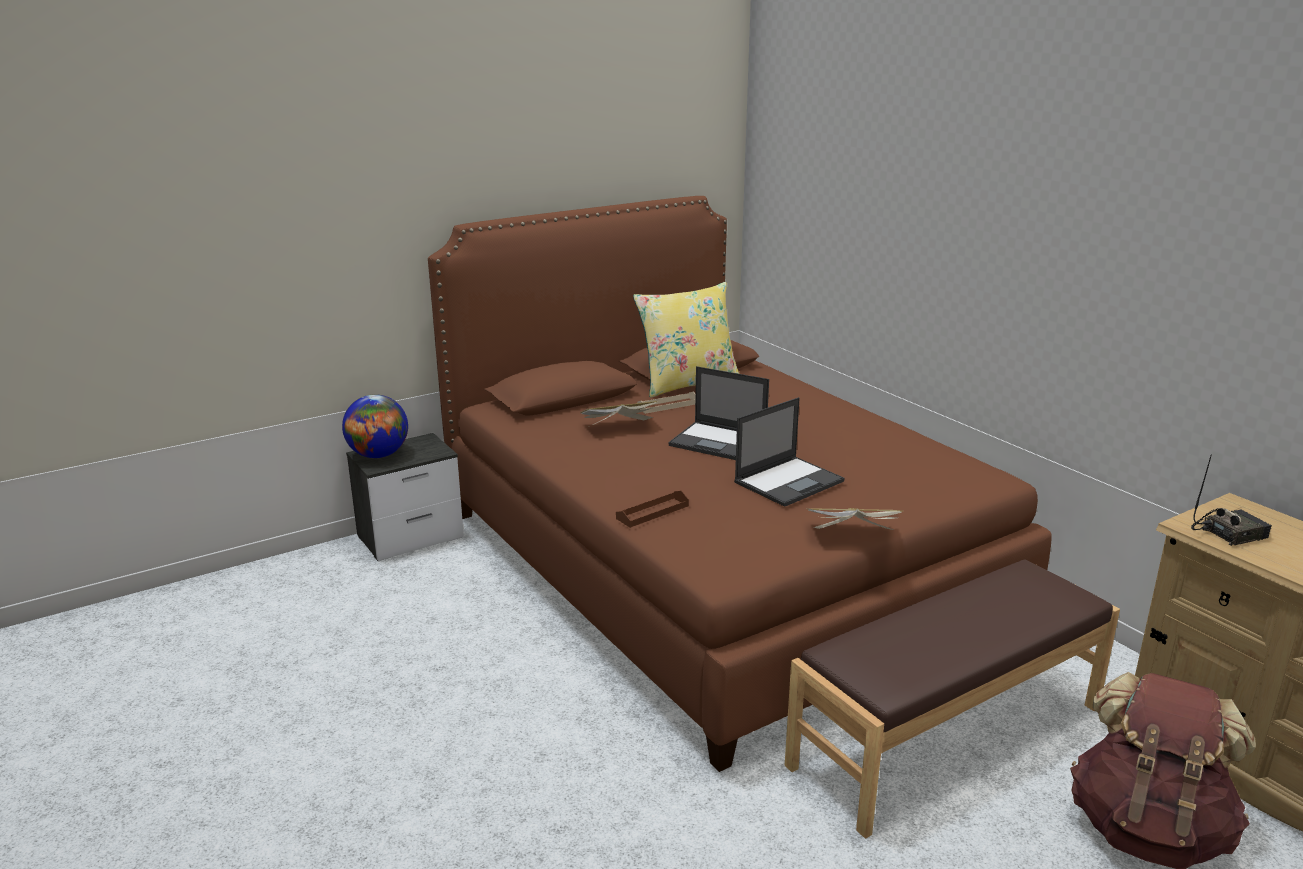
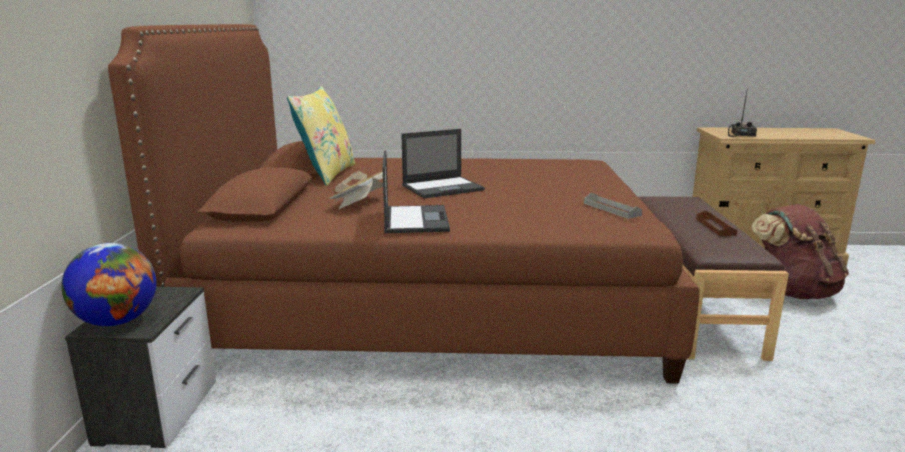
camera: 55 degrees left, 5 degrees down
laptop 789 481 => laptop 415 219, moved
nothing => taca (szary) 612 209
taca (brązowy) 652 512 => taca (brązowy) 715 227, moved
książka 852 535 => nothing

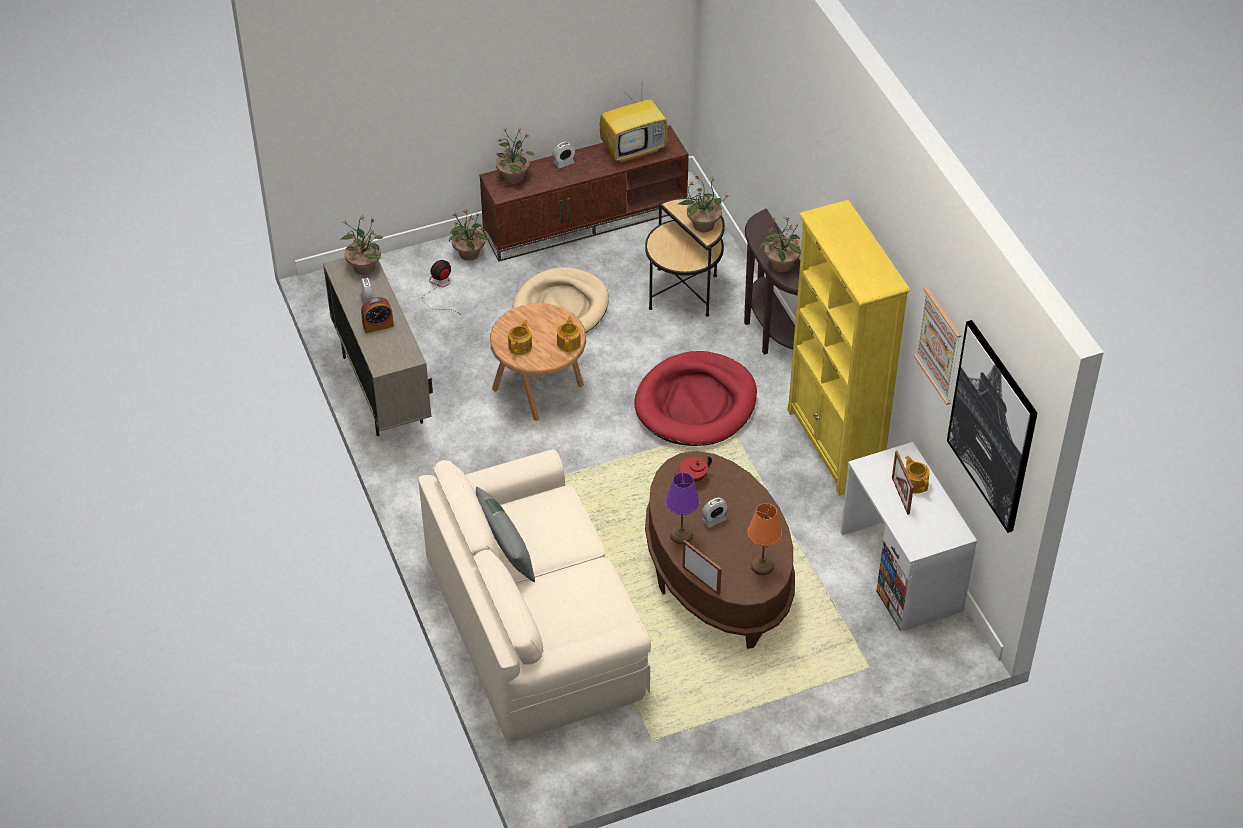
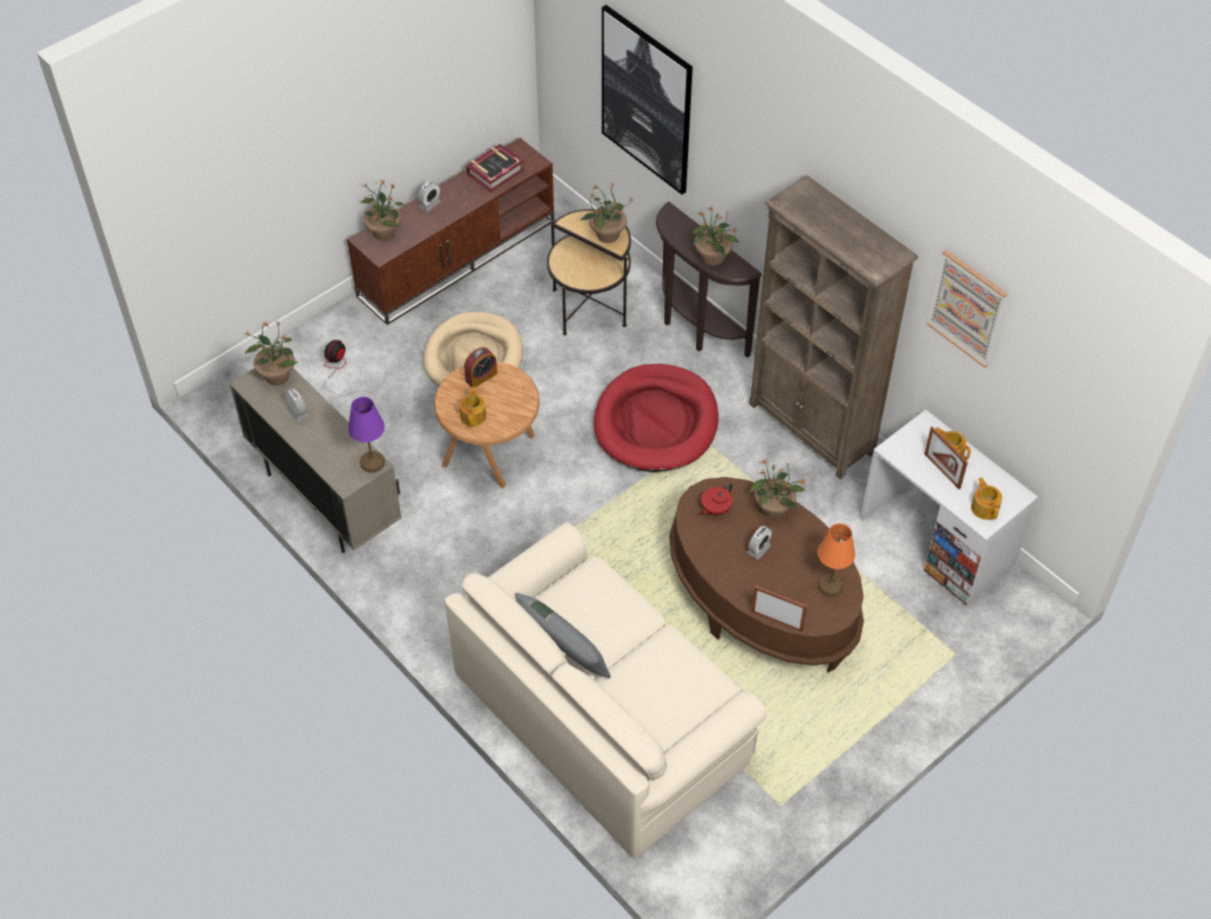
camera: 20 degrees left, 5 degrees up
lampa stołowa (fioletowy) 681 535 => lampa stołowa (fioletowy) 372 463, moved
budzik 378 325 => budzik 481 377, moved
telewizor 634 149 => książka 495 172
obraz 992 426 => obraz 647 100, moved
regał (żółty) 834 446 => regał (brązowy) 812 429
roślina doniczkowa 469 254 => roślina doniczkowa 774 509, moved
imbryk 569 343 => imbryk 984 507, moved

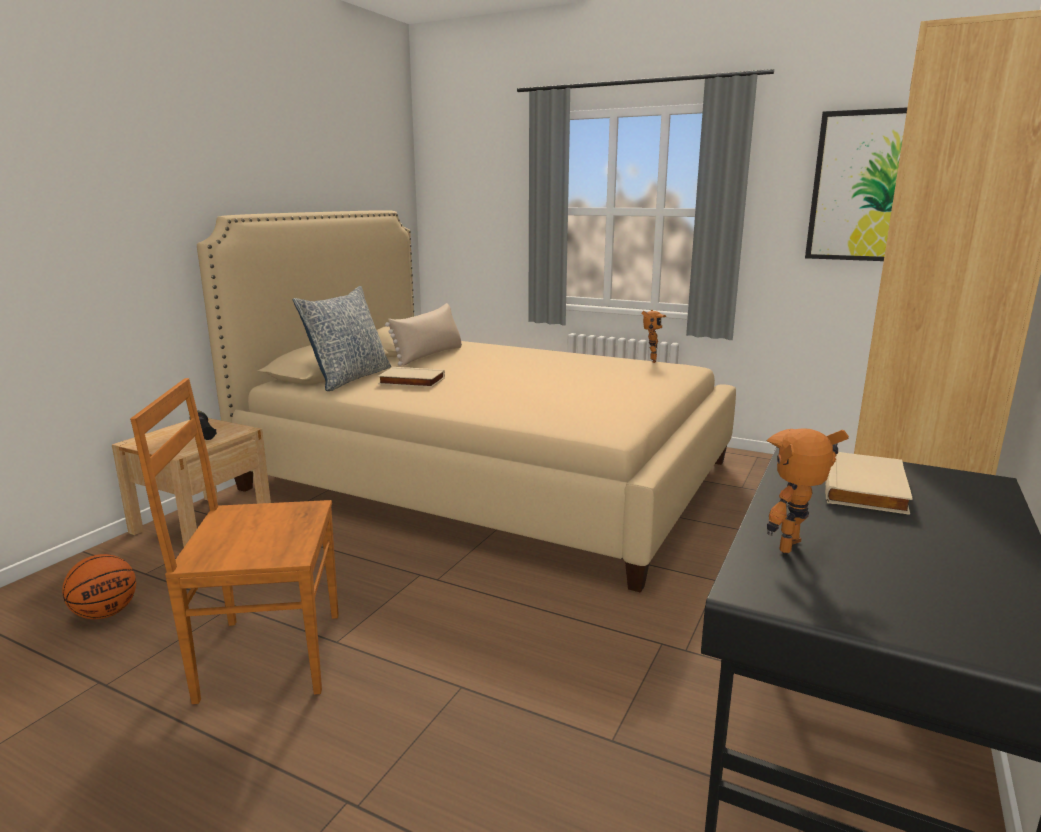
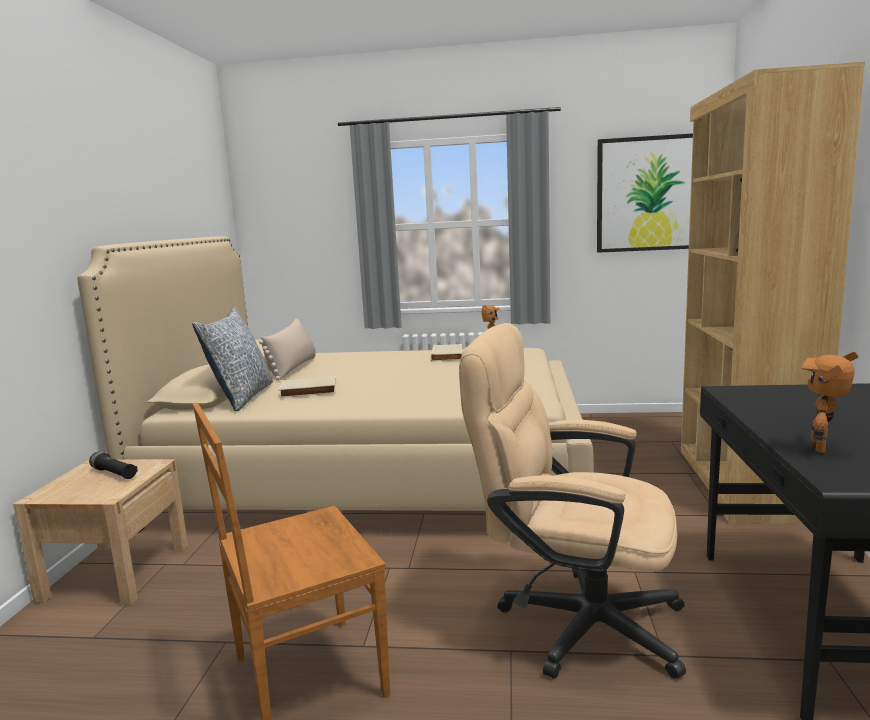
camera: 20 degrees left, 5 degrees down
książka (beżowy) 867 488 => książka (beżowy) 448 356, moved
nothing => krzesło biurowe (beżowy) 573 621
piłka do koszykówki 105 613 => nothing

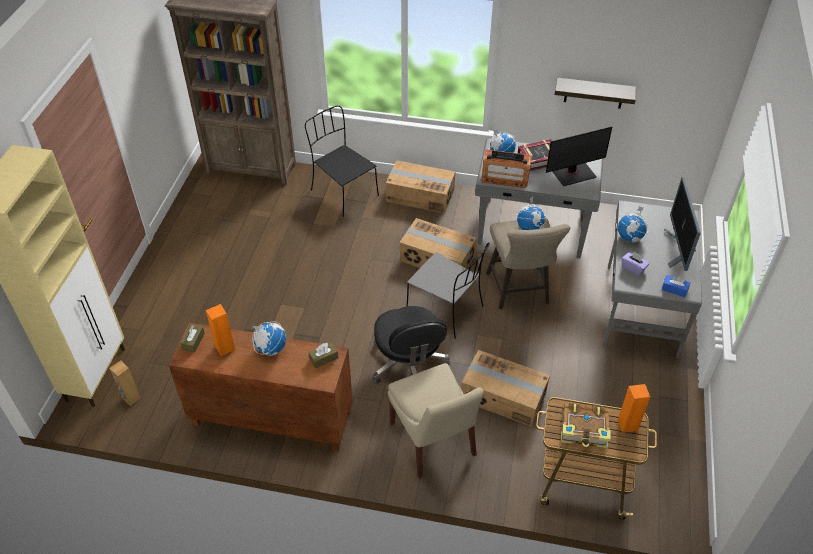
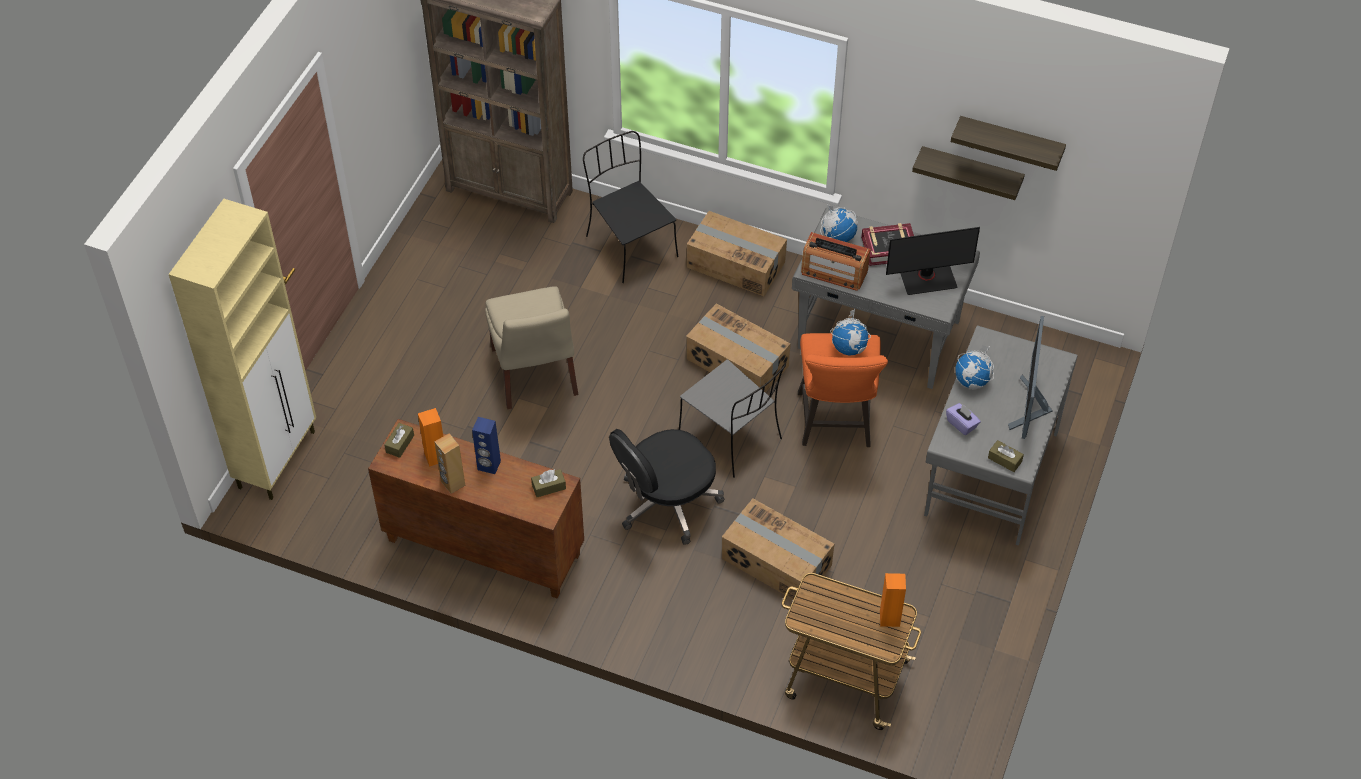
camera: 10 degrees right, 5 degrees up
głośnik (brązowy) 131 398 => głośnik (brązowy) 452 483, moved
globus 271 348 => głośnik (niebieski) 489 465
krzesło (beżowy) 434 441 => krzesło (beżowy) 535 375, moved
krzesło biurowe (czarny) 408 365 => krzesło biurowe (czarny) 666 503, 60 degrees clockwise
stołek (beżowy) 519 291 => stołek (pomarańczowy) 835 425
nothing => półka 1010 143
pudełko chusteczek (niebieski) 674 289 => pudełko chusteczek (brązowy) 1004 460
książka 584 430 => nothing

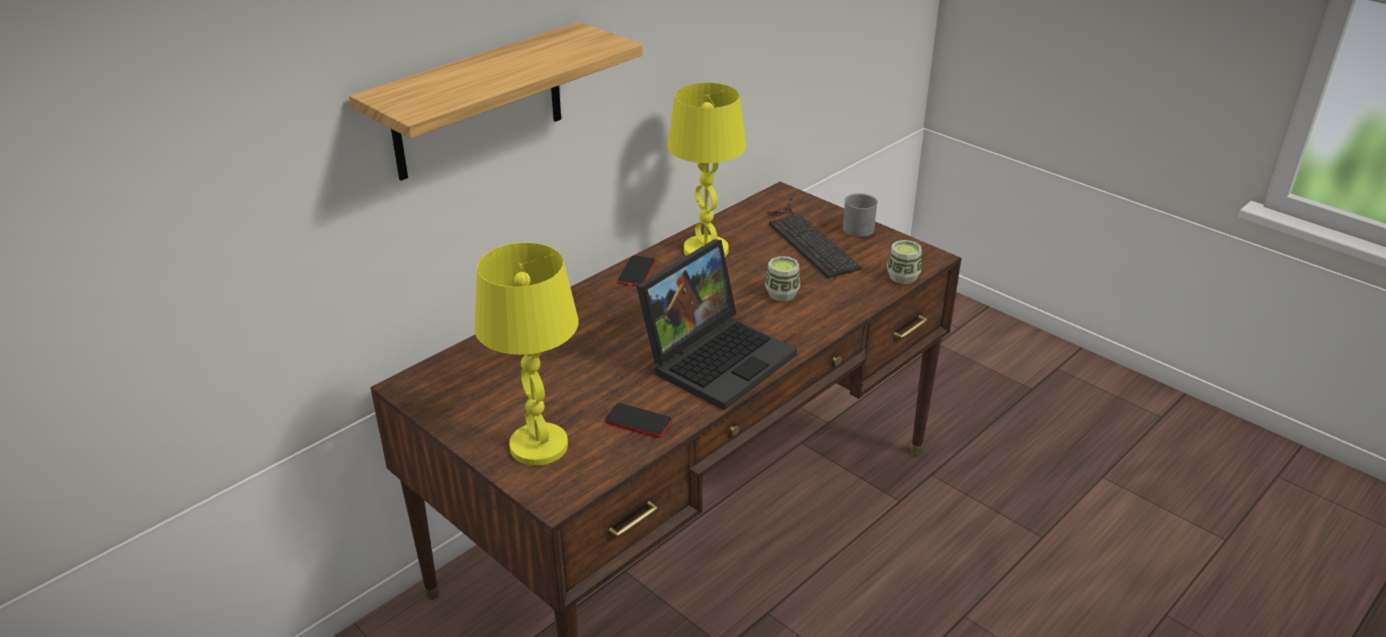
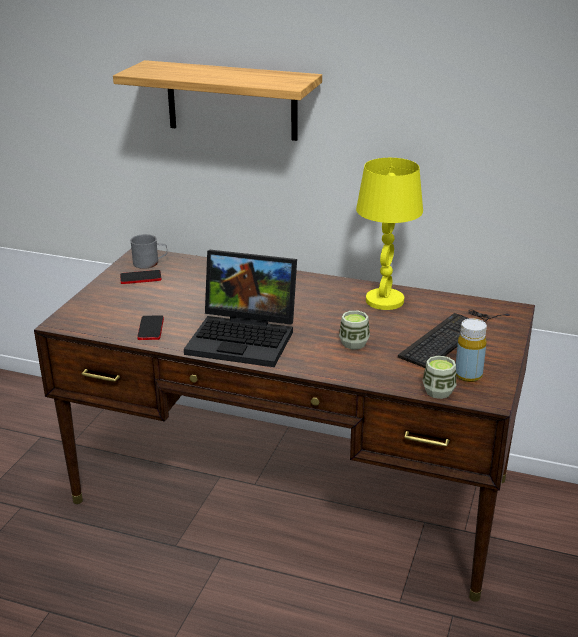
camera: 65 degrees right, 5 degrees down
telefon 637 272 => telefon 140 278, moved
kubek (szary) 859 226 => kubek (szary) 150 263, moved
nothing => butelka (żółty) 468 375
lampa stołowa (żółty) 539 446 => nothing

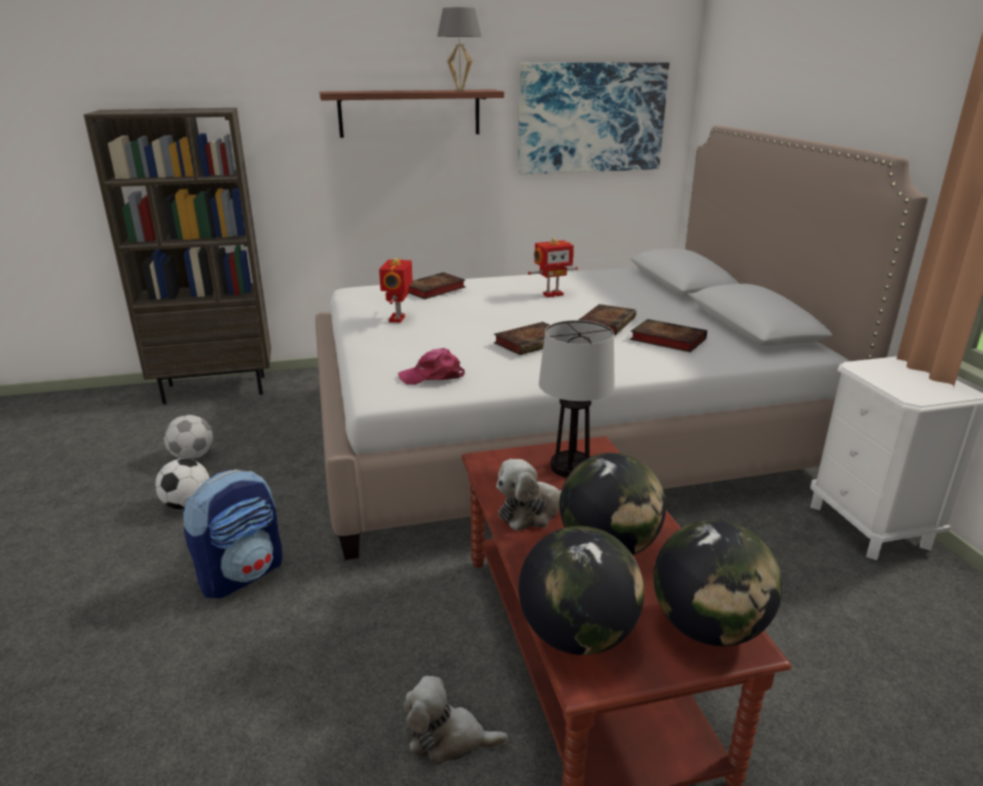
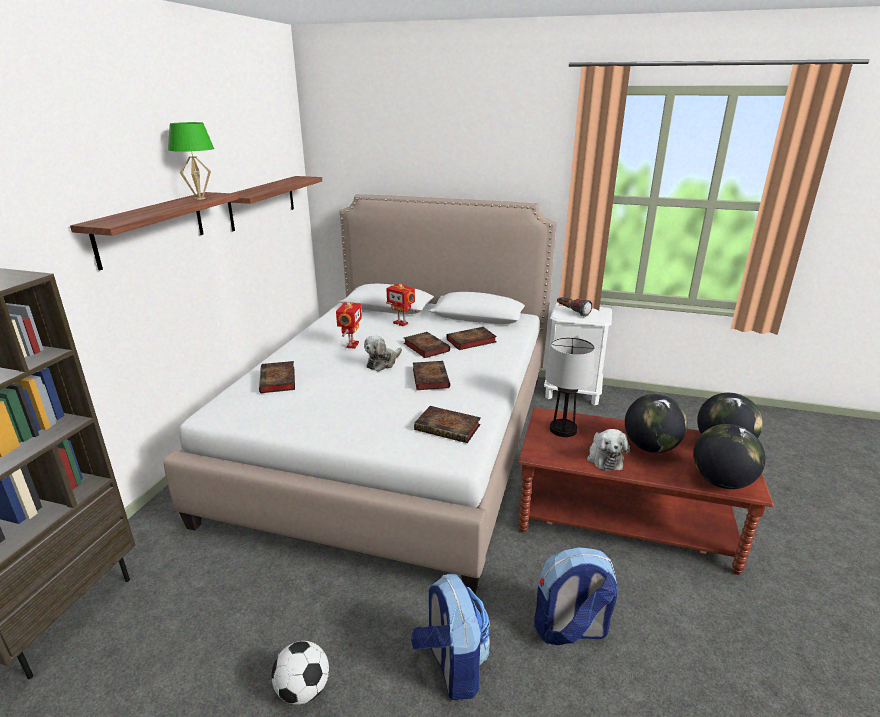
camera: 60 degrees left, 0 degrees up
lampa stołowa (szary) 460 90 => lampa stołowa (zielony) 200 198
obraz 591 118 => półka 262 202
pluszak 449 739 => pluszak 382 363, moved
robot zabawkowy 398 319 => robot zabawkowy 401 323, moved
czapka z daszkiem (różowy) 432 376 => książka 449 428
nothing => plecak 570 630
nothing => latarka 572 312
piłka futbolowa 192 456 => nothing

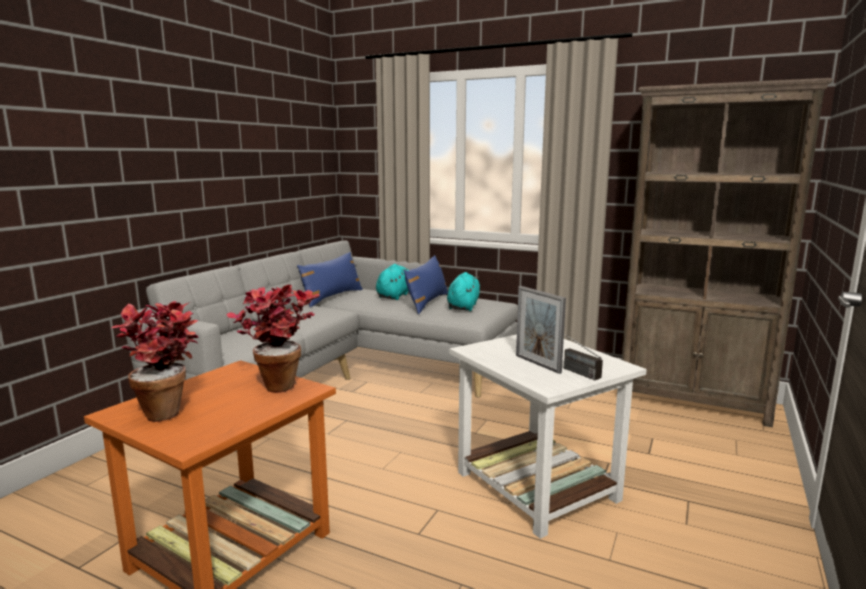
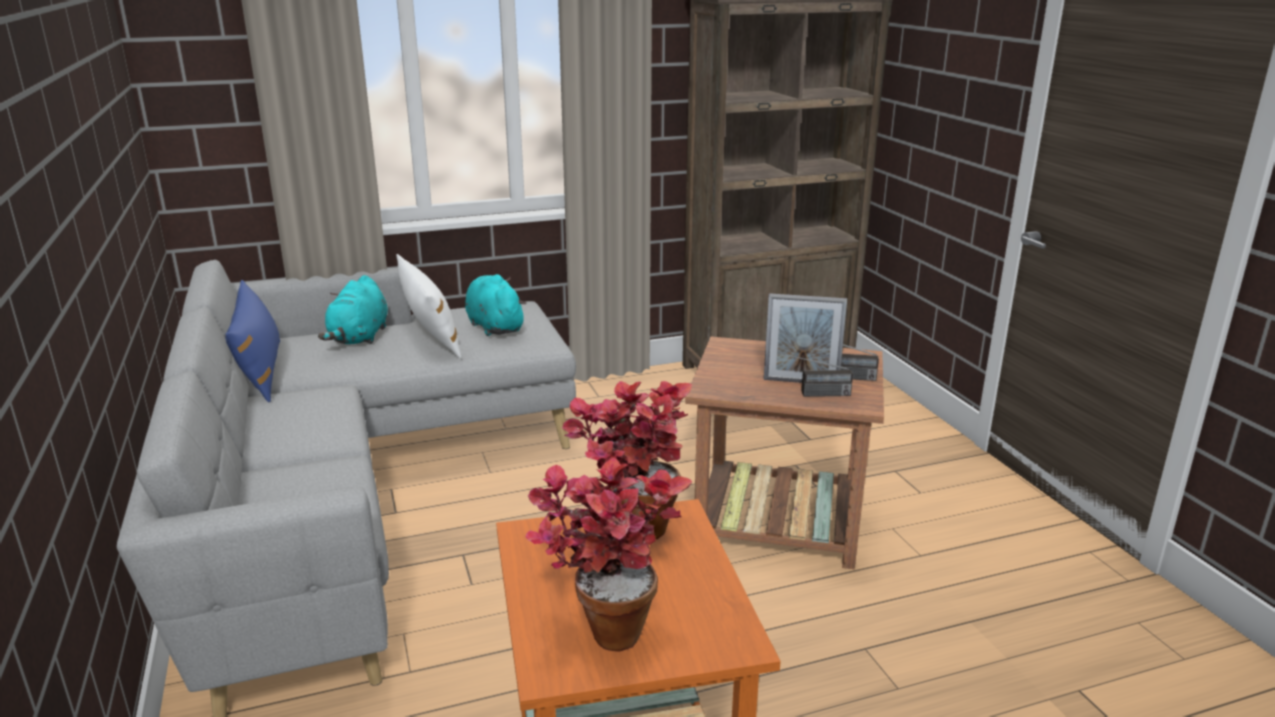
camera: 45 degrees left, 10 degrees up
pluszak (turkusowy) 395 296 => pluszak (turkusowy) 359 337, 150 degrees counterclockwise
poduszka (niebieski) 427 302 => poduszka (biały) 430 334
stolik (biały) 538 487 => stolik (brązowy) 781 521
nothing => radio 813 394

